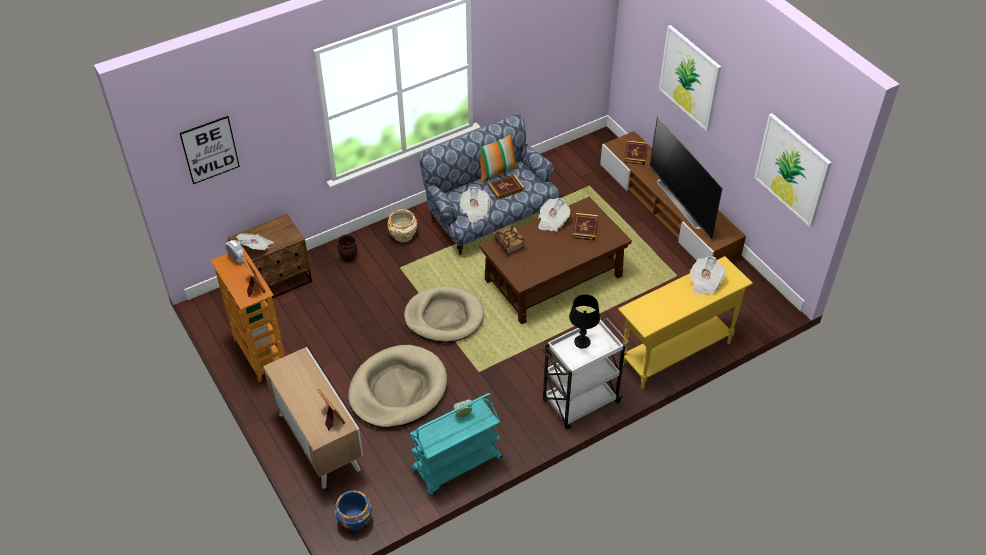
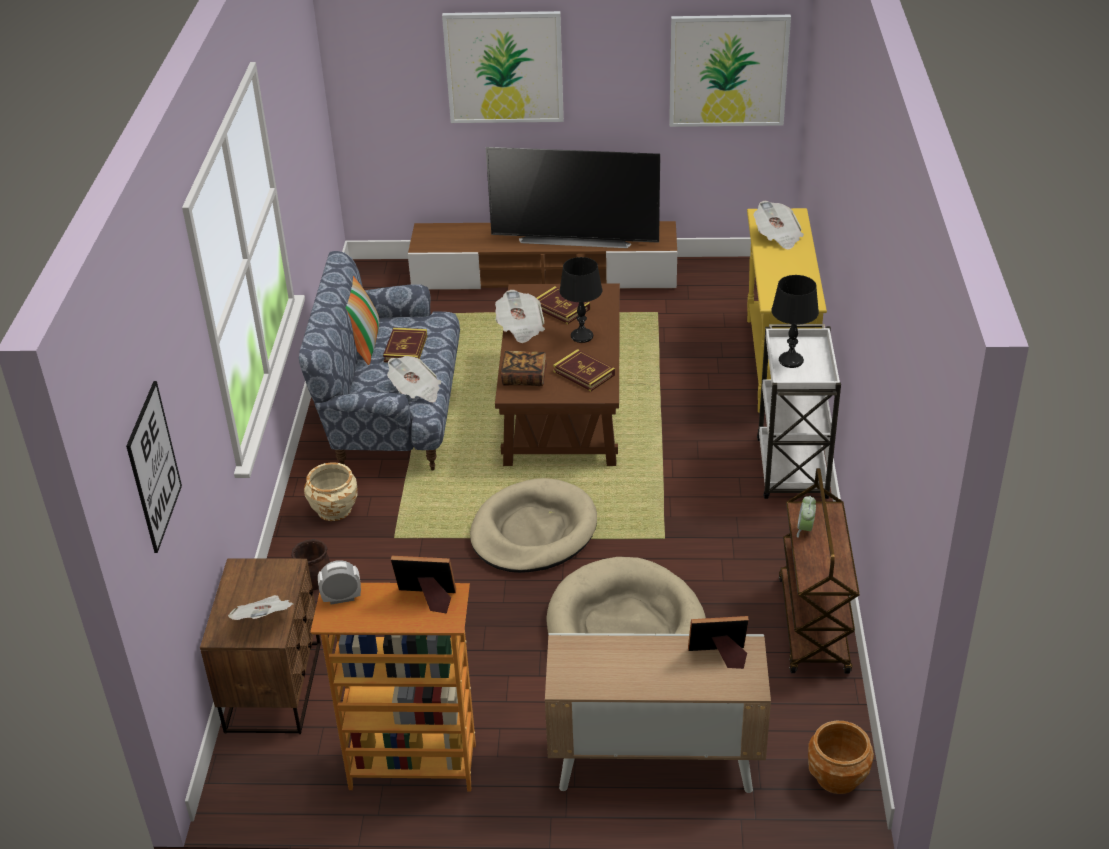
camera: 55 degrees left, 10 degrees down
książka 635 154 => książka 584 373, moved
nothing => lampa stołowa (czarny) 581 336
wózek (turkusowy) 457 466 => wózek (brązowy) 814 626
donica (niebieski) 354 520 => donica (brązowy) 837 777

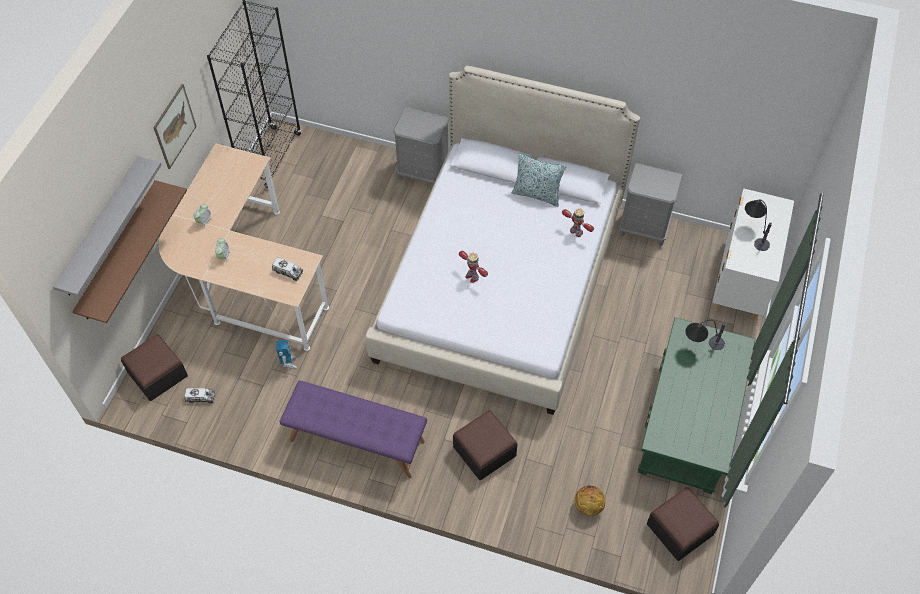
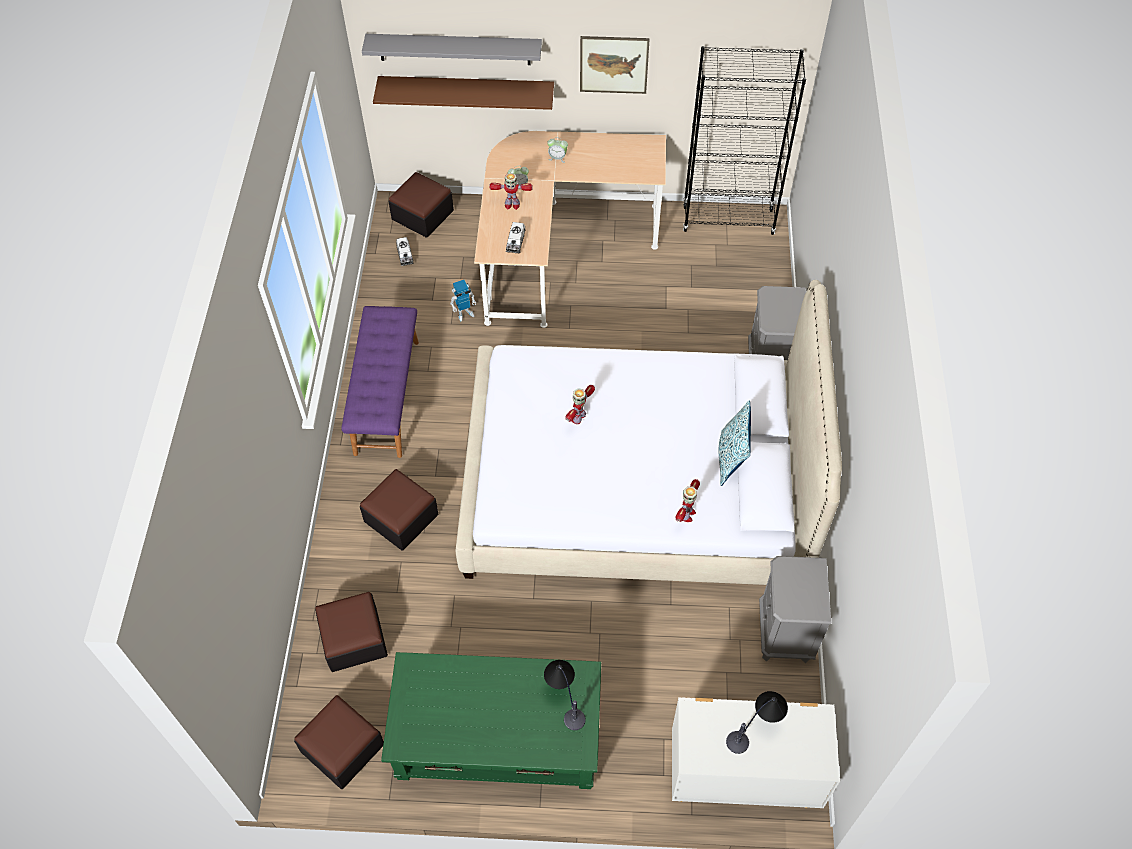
camera: 75 degrees right, 0 degrees up
piłka do koszykówki 588 506 => pufa 354 639
nothing => robot zabawkowy 511 204

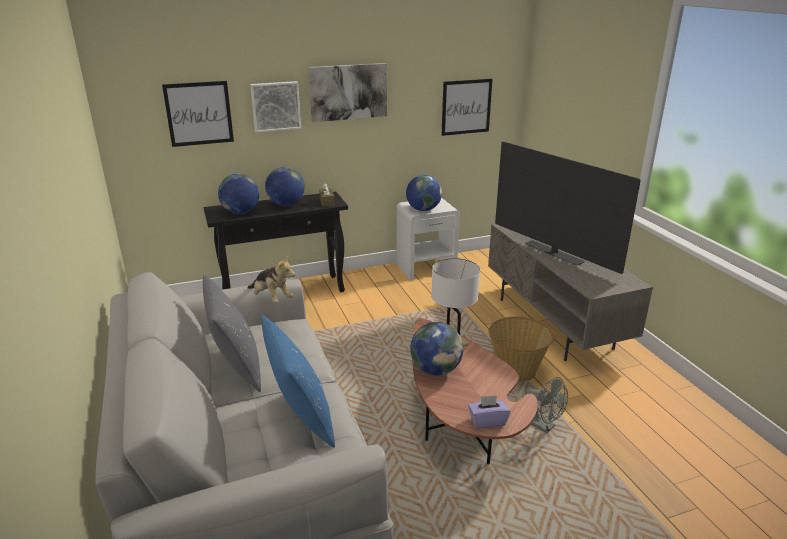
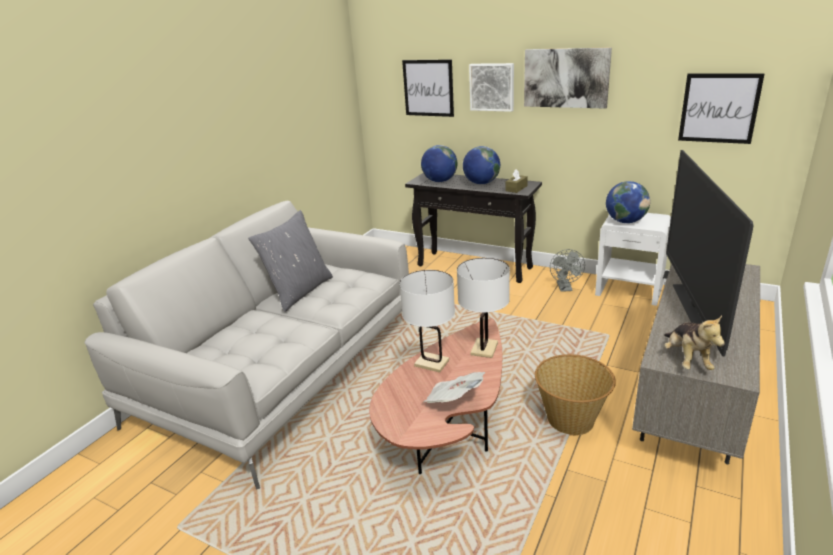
camera: 50 degrees right, 0 degrees up
globus 436 370 => lampa stołowa (biały) 432 363
nothing => gazeta 454 400
wentylator (szary) 544 426 => wentylator (szary) 565 288, moved
pluszak 271 298 => pluszak 686 360, moved
poduszka (niebieski) 301 419 => nothing
pudełko chusteczek (fioletowy) 487 421 => nothing

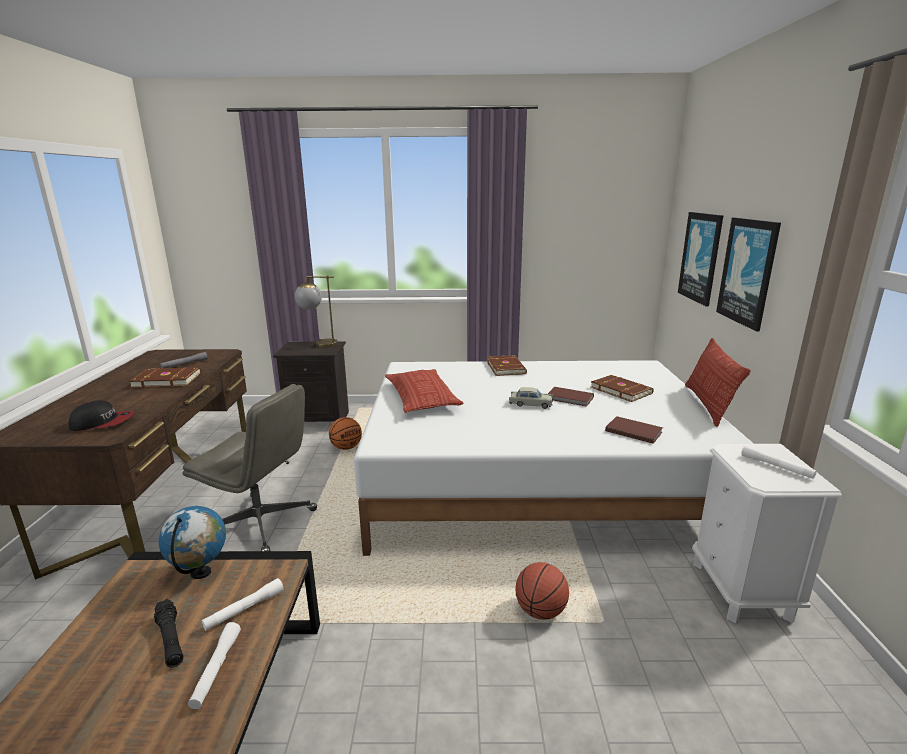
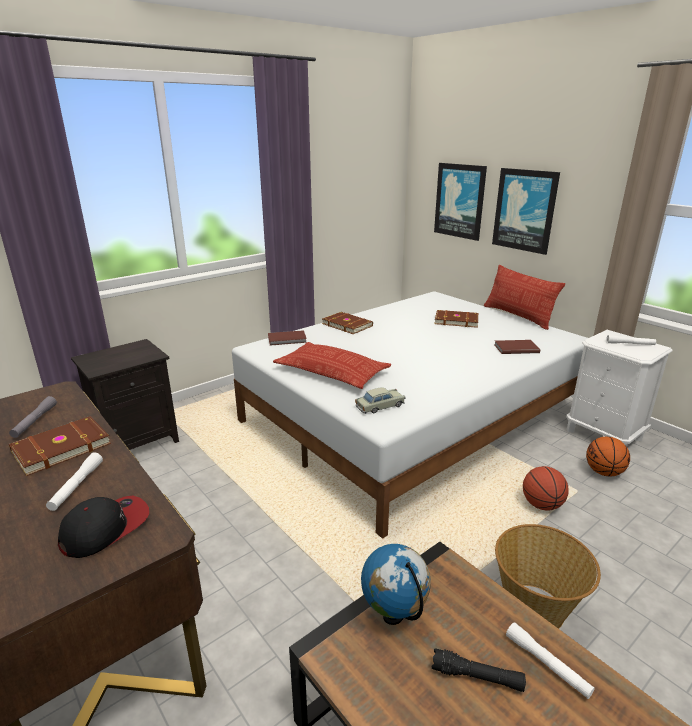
camera: 40 degrees left, 5 degrees up
latarka (biały) 245 609 => latarka (biały) 76 486, moved
książka (brązowy) 570 398 => książka (brązowy) 287 339, moved
samochodzik (beżowy) 530 404 => samochodzik (beżowy) 380 406, moved
nothing => koszyk 535 608
piłka do koszykówki 346 447 => piłka do koszykówki 603 472, moved
krzesło biurowe (szary) 261 524 => nothing
lampa stołowa 319 344 => nothing

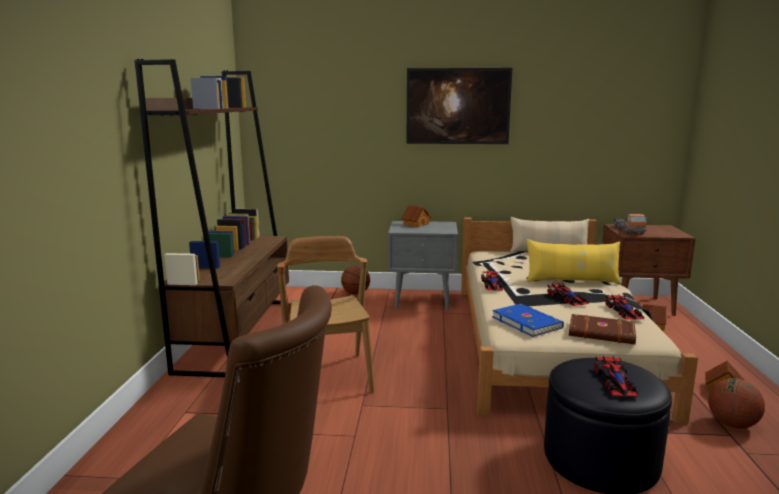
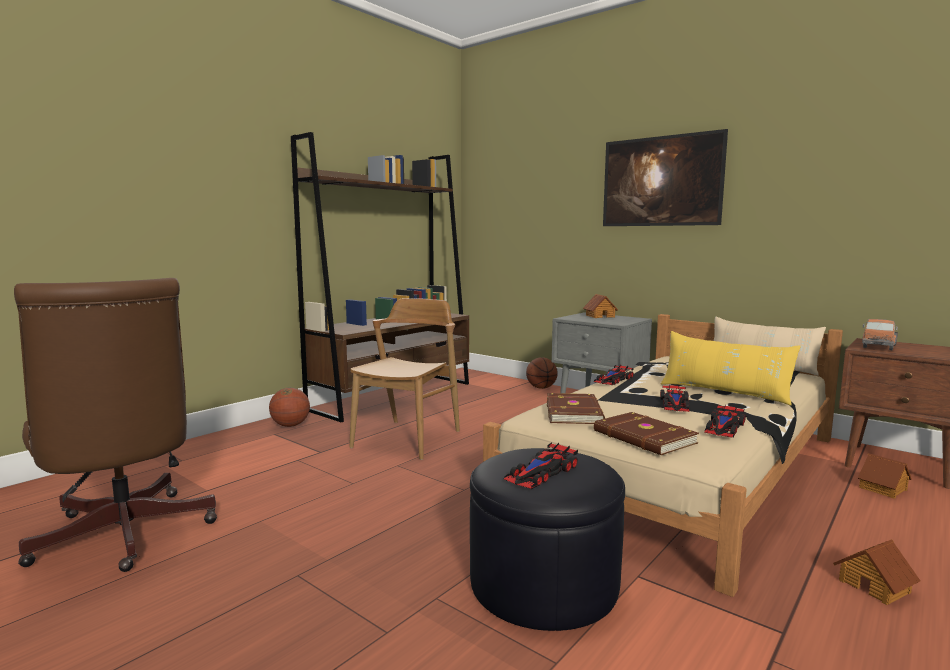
camera: 35 degrees right, 5 degrees down
piłka do koszykówki 732 424 => piłka do koszykówki 290 425, moved
książka (niebieski) 527 322 => książka (brązowy) 575 412

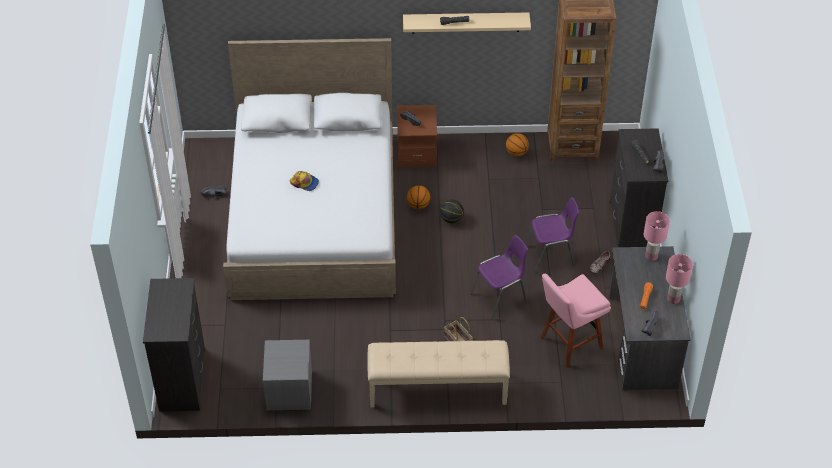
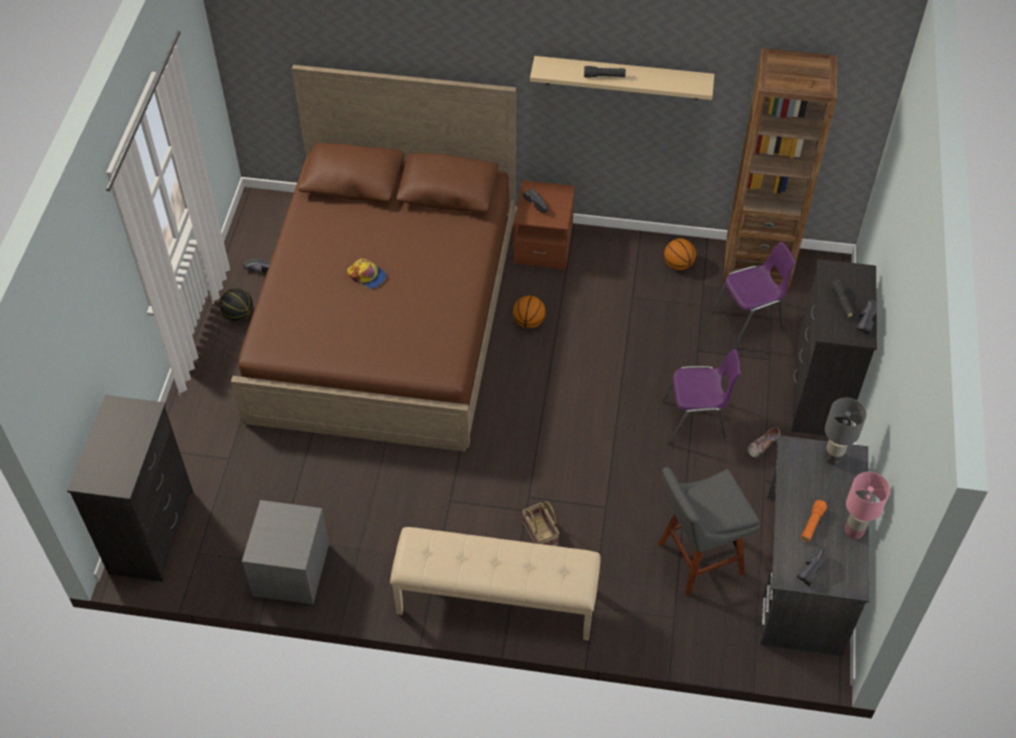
camera: 10 degrees right, 5 degrees up
piłka do koszykówki 451 219 => piłka do koszykówki 238 314, moved
łóżko (biały) 315 214 => łóżko (brązowy) 387 316
stołek (różowy) 568 344 => stołek (szary) 696 560
krzesło (fioletowy) 500 298 => krzesło (fioletowy) 749 321, moved
lampa stołowa (różowy) 651 256 => lampa stołowa (szary) 833 457

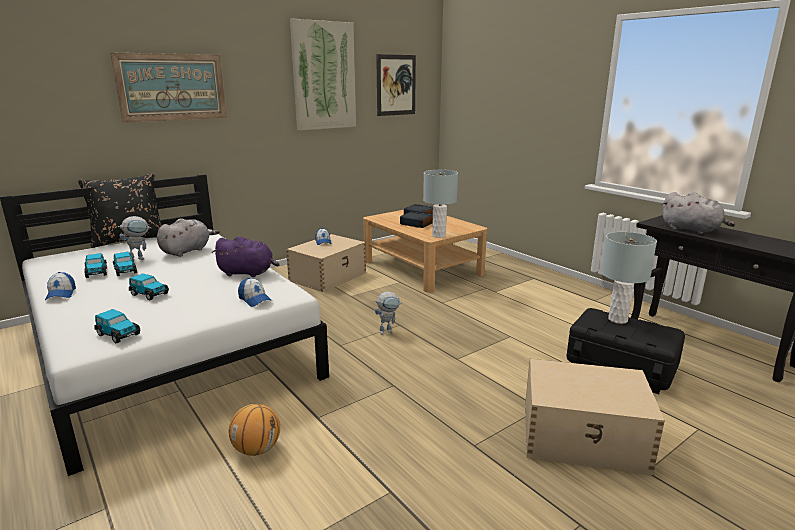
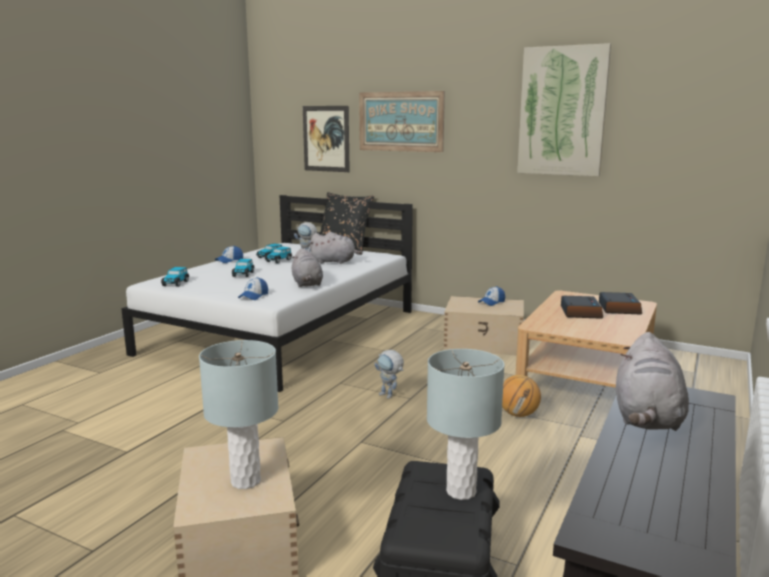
camera: 65 degrees right, 5 degrees down
lampa stołowa (szary) 439 235 => lampa stołowa (szary) 246 481, moved
pluszak (fioletowy) 248 273 => pluszak (szary) 307 284
obraz 396 85 => obraz 326 138, moved
piłka do koszykówki 257 449 => piłka do koszykówki 518 414, moved

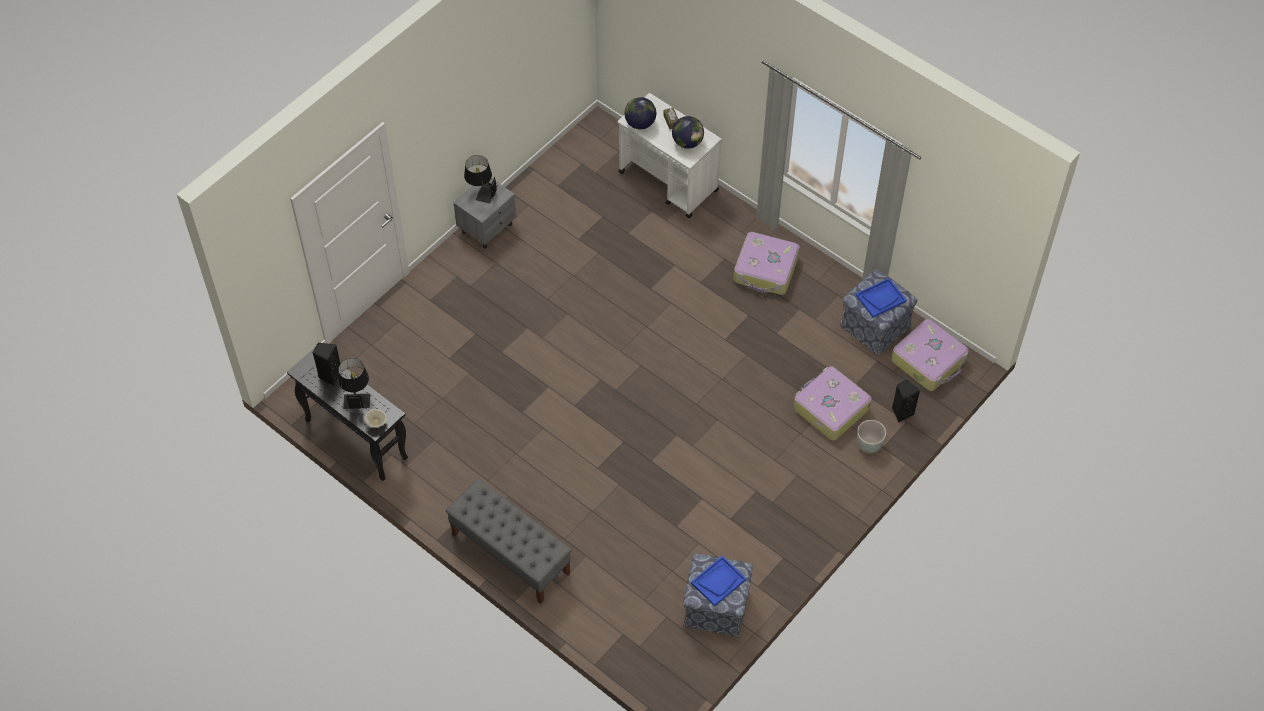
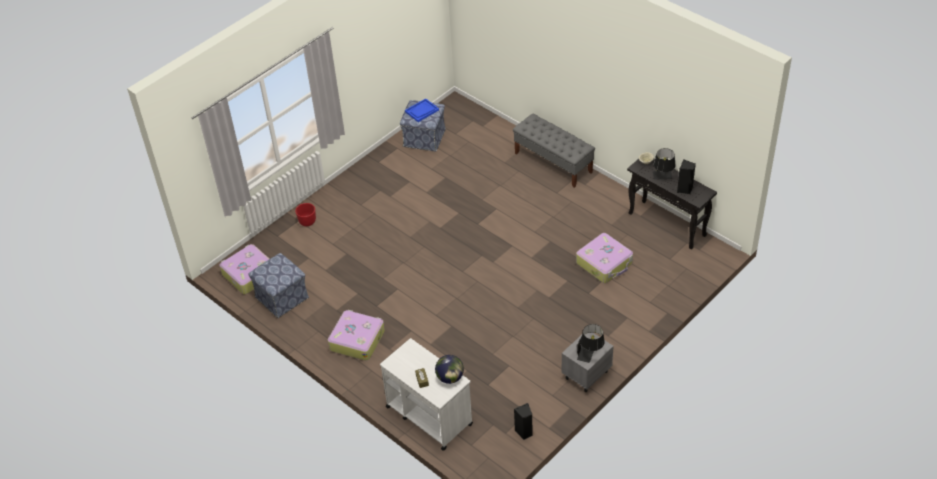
camera: 175 degrees left, 10 degrees down
donica (szary) 869 445 => donica (czerwony) 307 222
głośnik (czarny) 902 412 => głośnik (czarny) 524 432, moved
walizka 830 408 => walizka 605 263, moved
globus 687 142 => nothing
taca (niebieski) 880 298 => nothing

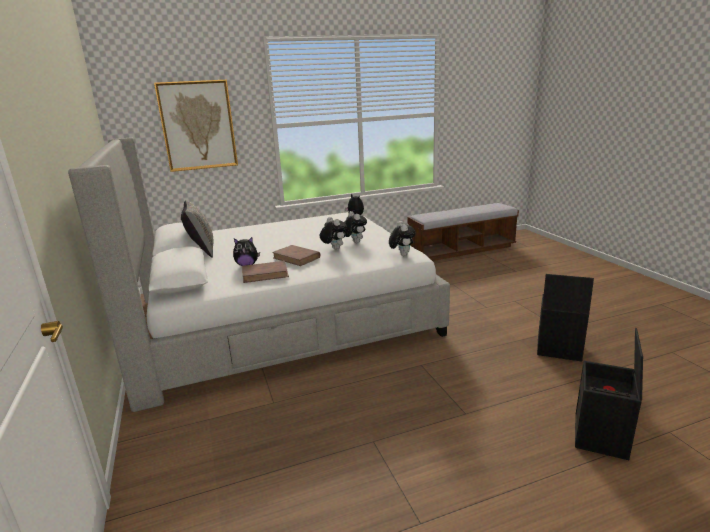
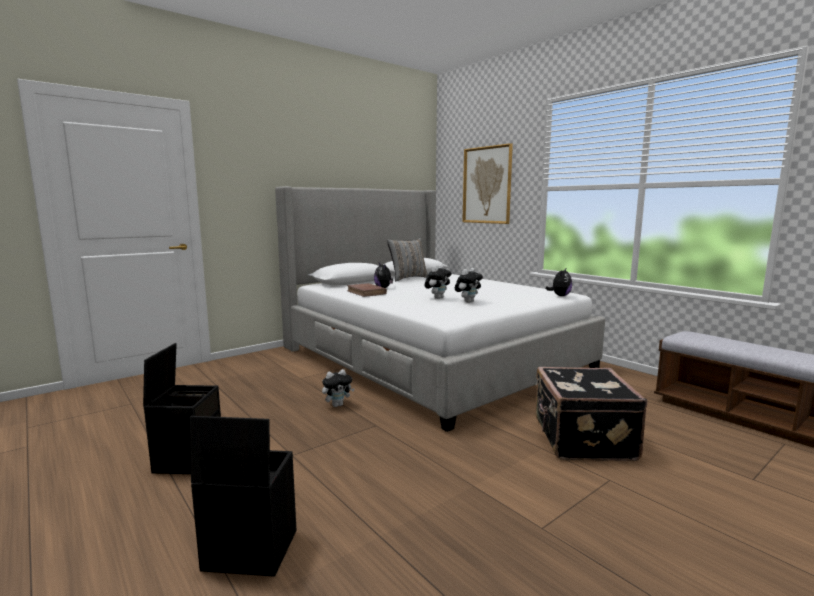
camera: 70 degrees right, 10 degrees down
pojemnik do przechowywania (czarny) 557 349 => pojemnik do przechowywania (czarny) 188 458, moved
pluszak 401 255 => pluszak 338 405, moved
nothing => walizka (czarny) 581 439
książka (brązowy) 296 258 => nothing

